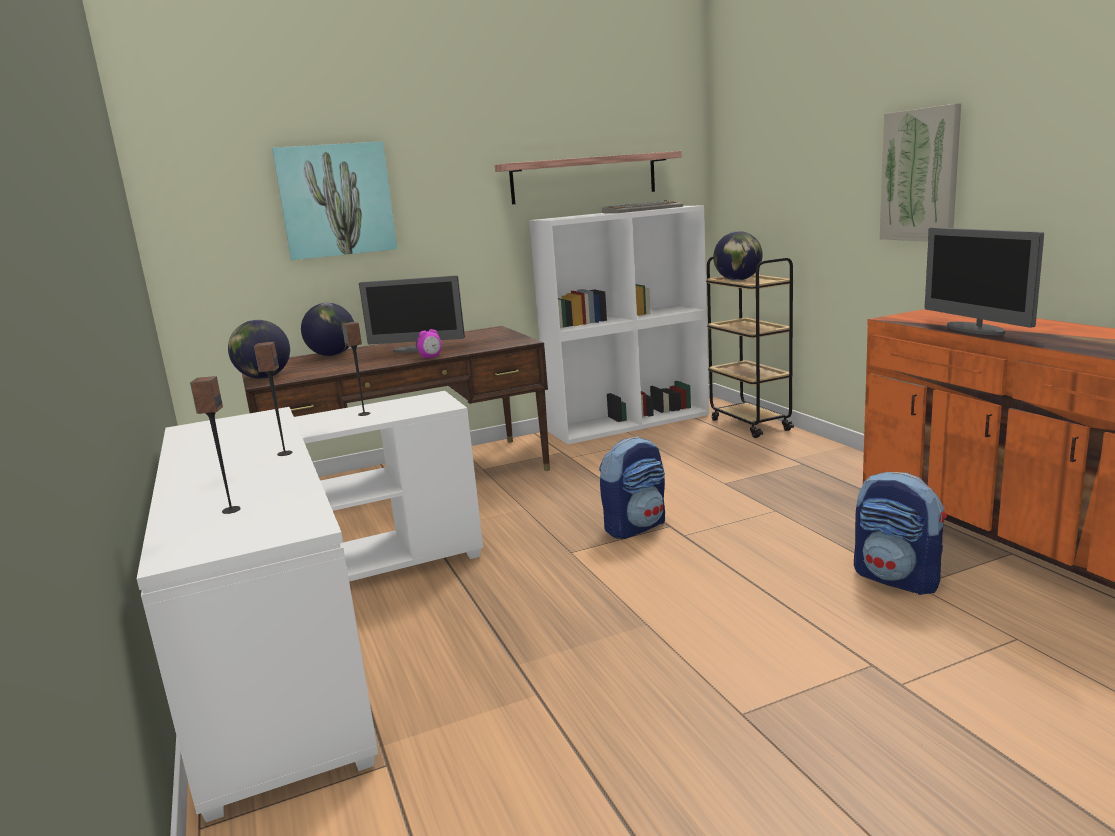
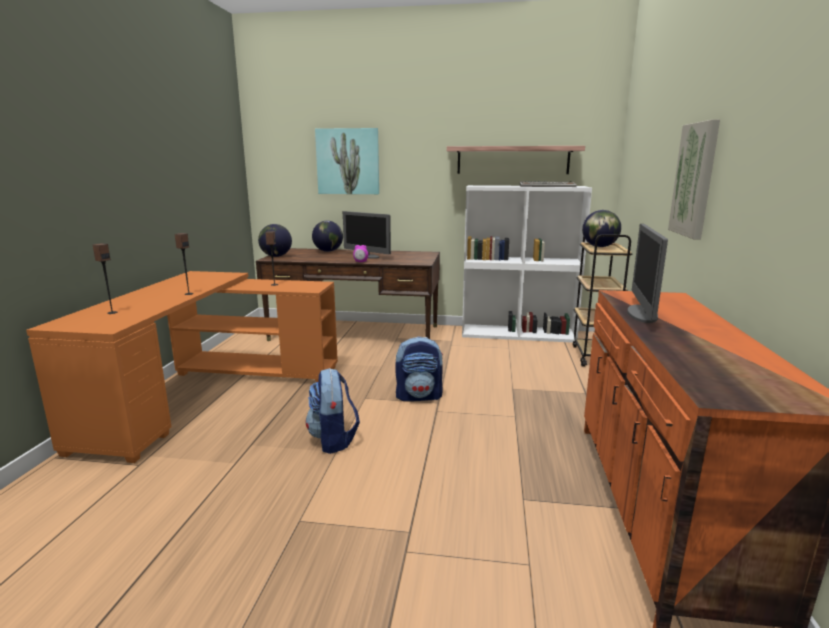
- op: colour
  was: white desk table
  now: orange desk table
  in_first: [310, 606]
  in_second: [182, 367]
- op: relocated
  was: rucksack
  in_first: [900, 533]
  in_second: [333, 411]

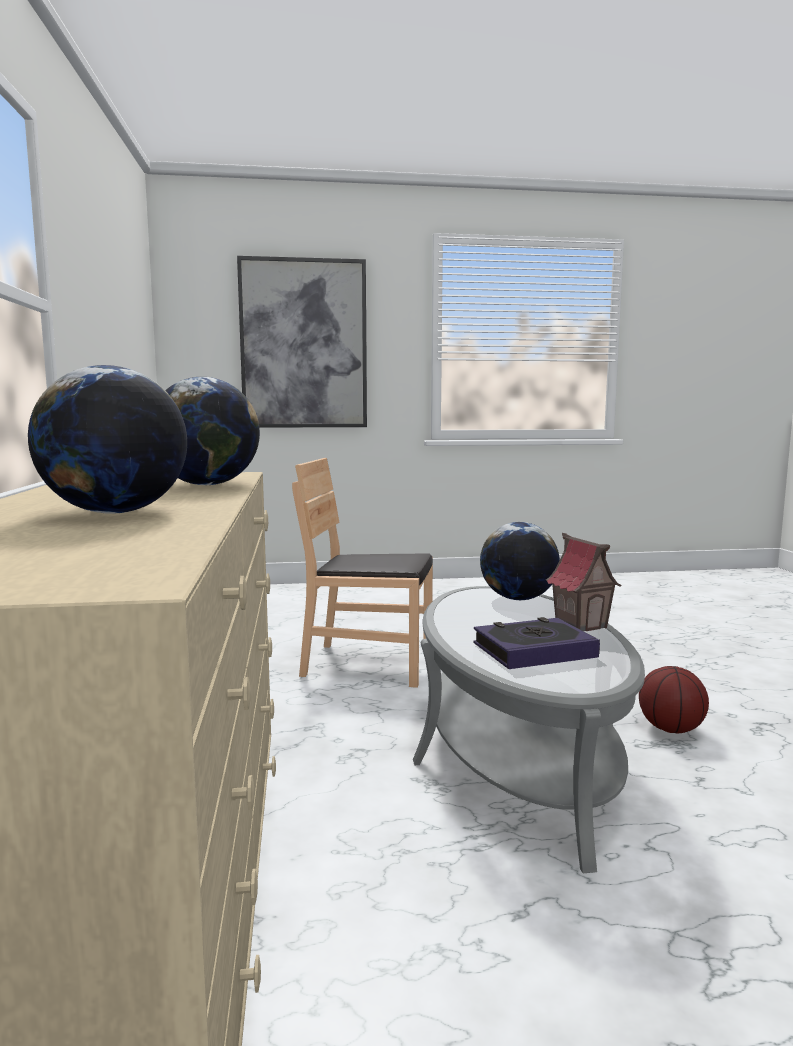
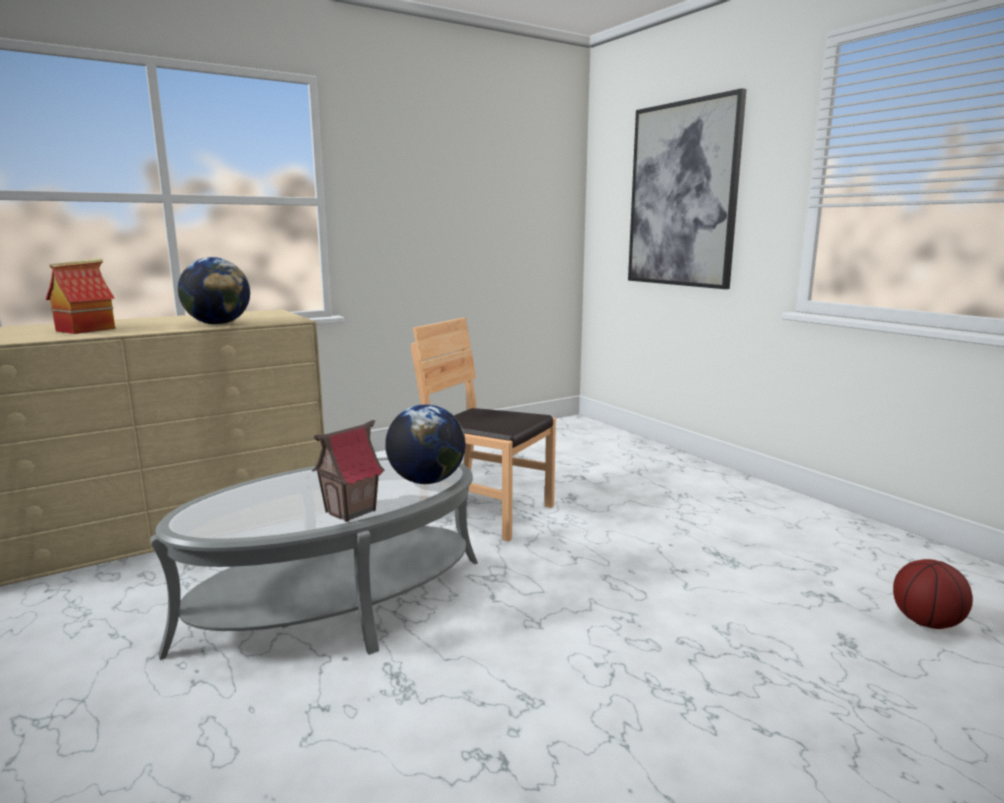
- op: exchanged
  was: world globe
  now: toy house
  in_first: [107, 439]
  in_second: [80, 296]
- op: spun
  was: brown-coloured plain chair
  in_first: [362, 573]
  in_second: [483, 429]
  clockwise: -45
- op: missing
  was: volume
  in_first: [536, 643]
- op: relocated
  was: basketball
  in_first: [674, 699]
  in_second: [933, 594]

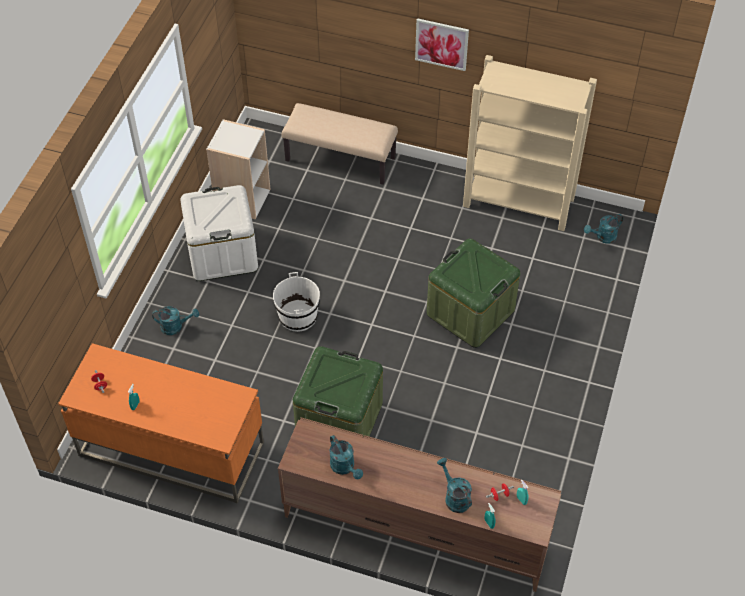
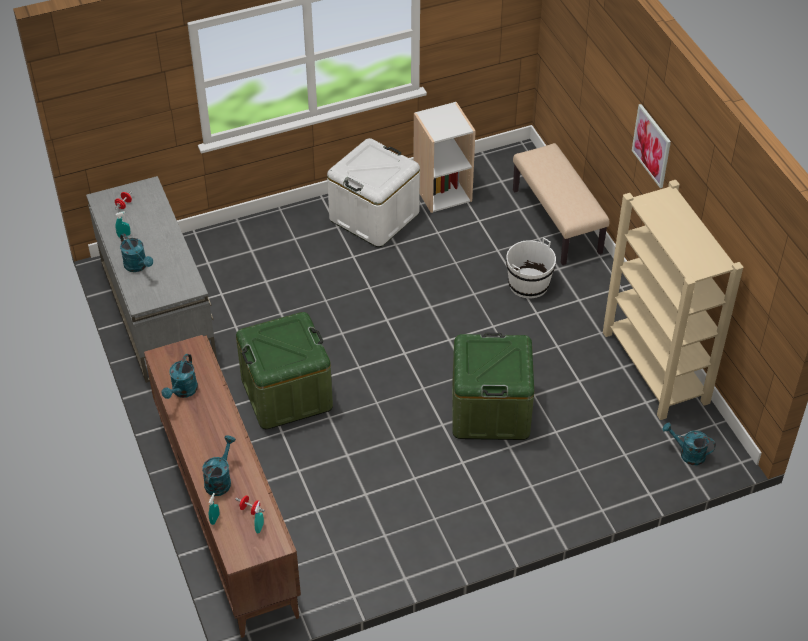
- op: relocated
  was: white pail
  in_first: [296, 302]
  in_second: [531, 268]
- op: relocated
  was: turquoise-coloured watering pot
  in_first: [175, 320]
  in_second: [136, 252]
- op: colour
  was: orange desk table
  now: grey desk table
  in_first: [161, 423]
  in_second: [151, 279]

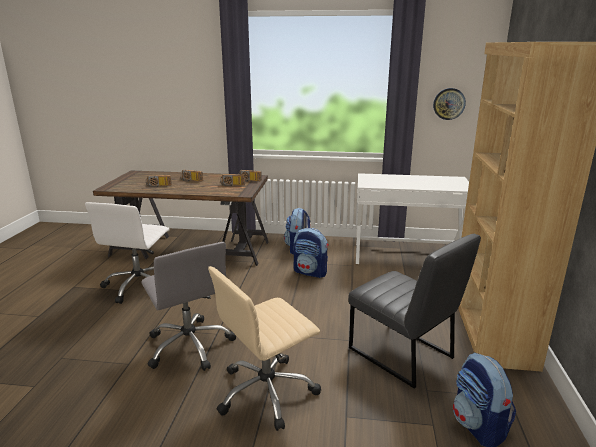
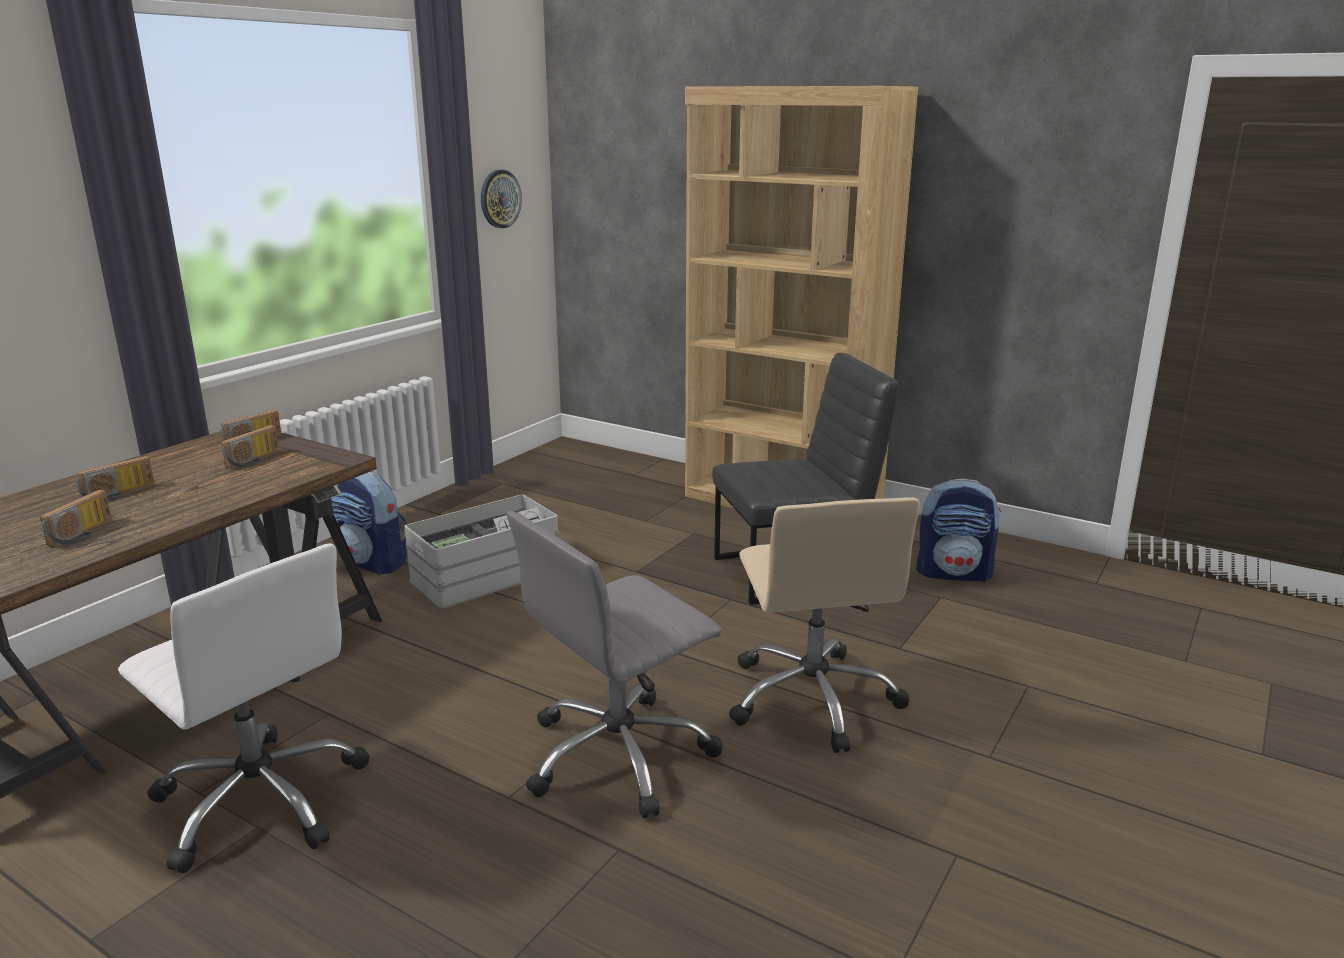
- op: missing
  was: white desk table
  in_first: [412, 218]
- op: exchanged
  was: rucksack
  now: grey storage bin
  in_first: [311, 253]
  in_second: [481, 552]
- op: spun
  was: grey desk chair
  in_first: [188, 306]
  in_second: [615, 664]
  clockwise: 150

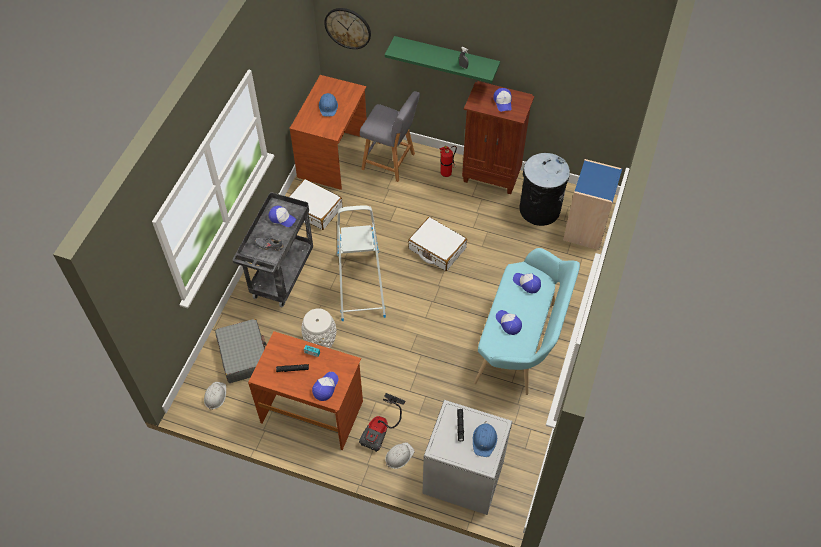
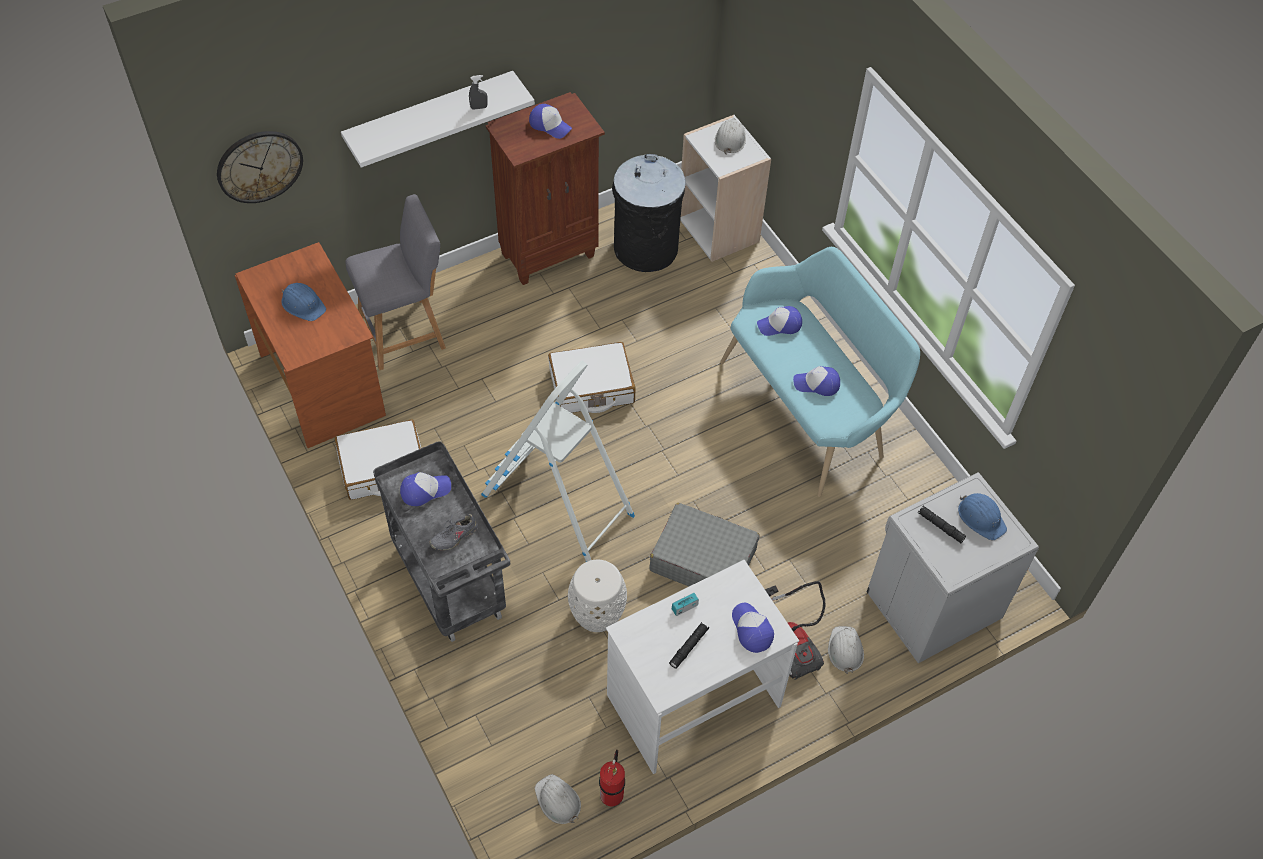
- op: colour
  was: green shelf
  now: white shelf
  in_first: [442, 59]
  in_second: [438, 119]
- op: relocated
  was: extinguisher
  in_first: [448, 161]
  in_second: [612, 778]
- op: colour
  was: bluish bookshelf
  now: white bookshelf
  in_first: [592, 204]
  in_second: [725, 188]
- op: relocated
  was: grey piece of luggage
  in_first: [241, 351]
  in_second: [704, 544]
- op: colour
  was: brown-coloured desk table
  now: white desk table
  in_first: [305, 390]
  in_second: [702, 667]
- op: appeared
  now: white hard hat
  in_second: [730, 136]

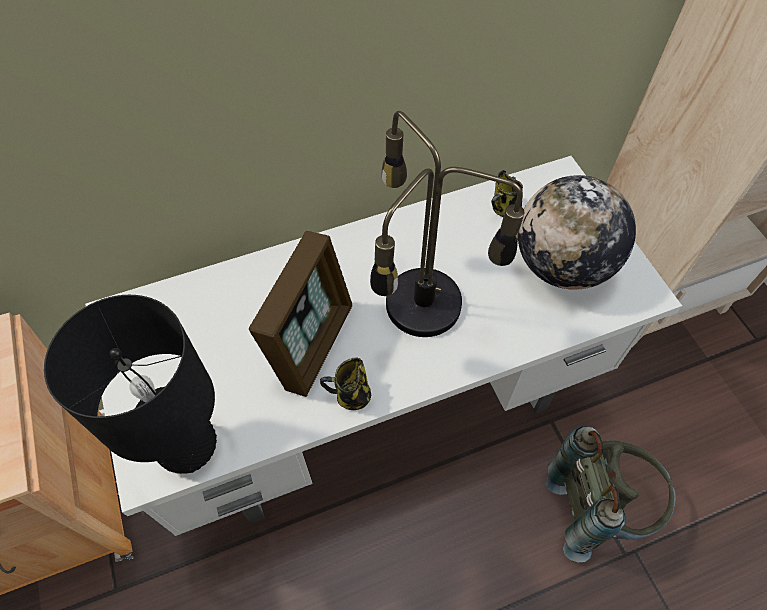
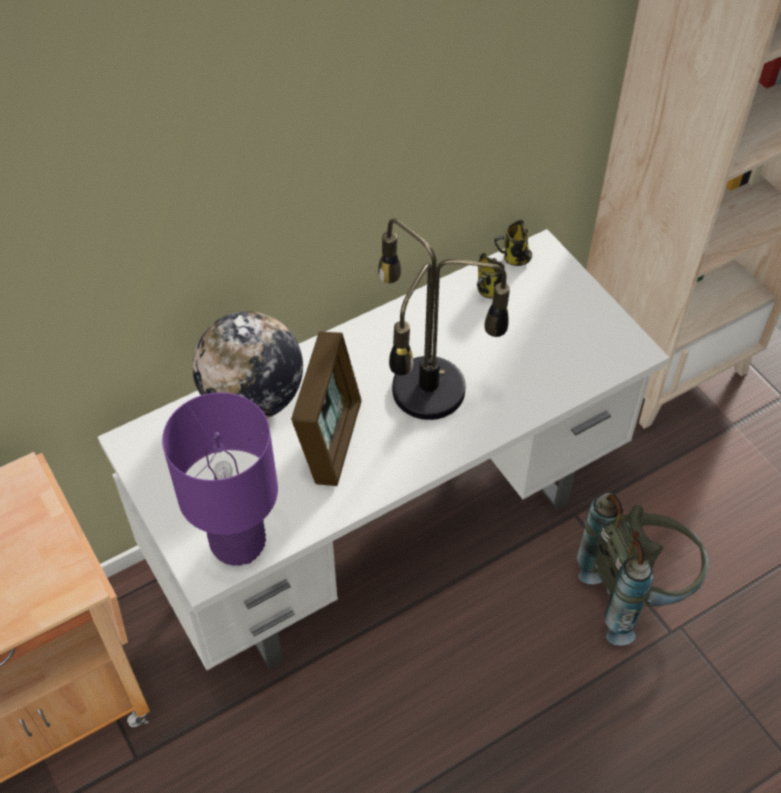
- op: relocated
  was: world globe
  in_first: [577, 232]
  in_second: [247, 364]
- op: colour
  was: black-coloured lamp for a table
  now: purple lamp for a table
  in_first: [130, 384]
  in_second: [220, 479]
- op: relocated
  was: mug
  in_first: [345, 383]
  in_second: [513, 243]

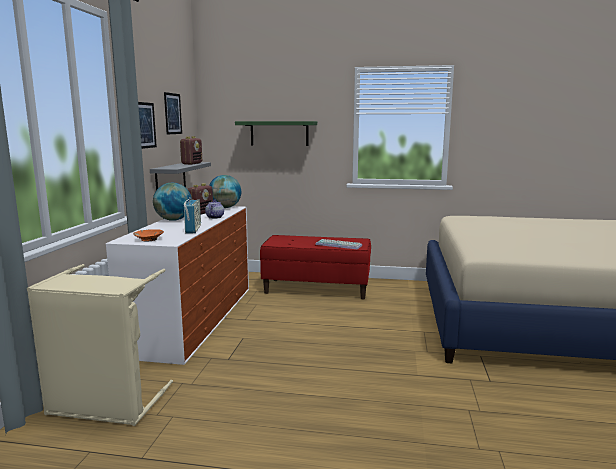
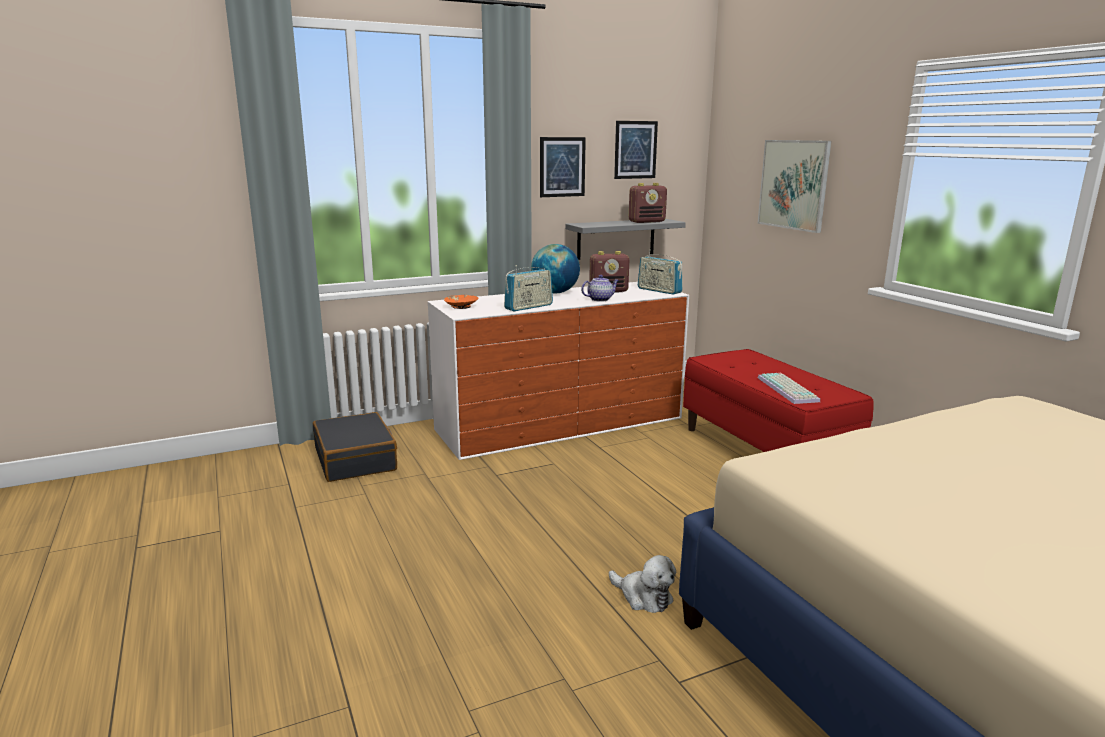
- op: exchanged
  was: green shelf
  now: wall picture
  in_first: [276, 133]
  in_second: [794, 186]
- op: exchanged
  was: world globe
  now: radio
  in_first: [225, 191]
  in_second: [660, 272]
- op: exchanged
  was: beige laundry basket
  now: black-coloured piece of luggage
  in_first: [100, 345]
  in_second: [355, 447]
- op: appeared
  now: plush toy
  in_second: [642, 584]

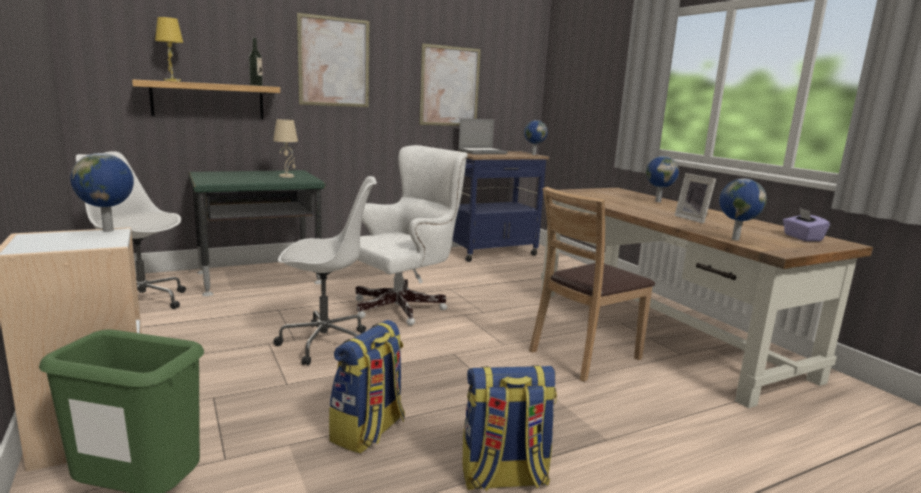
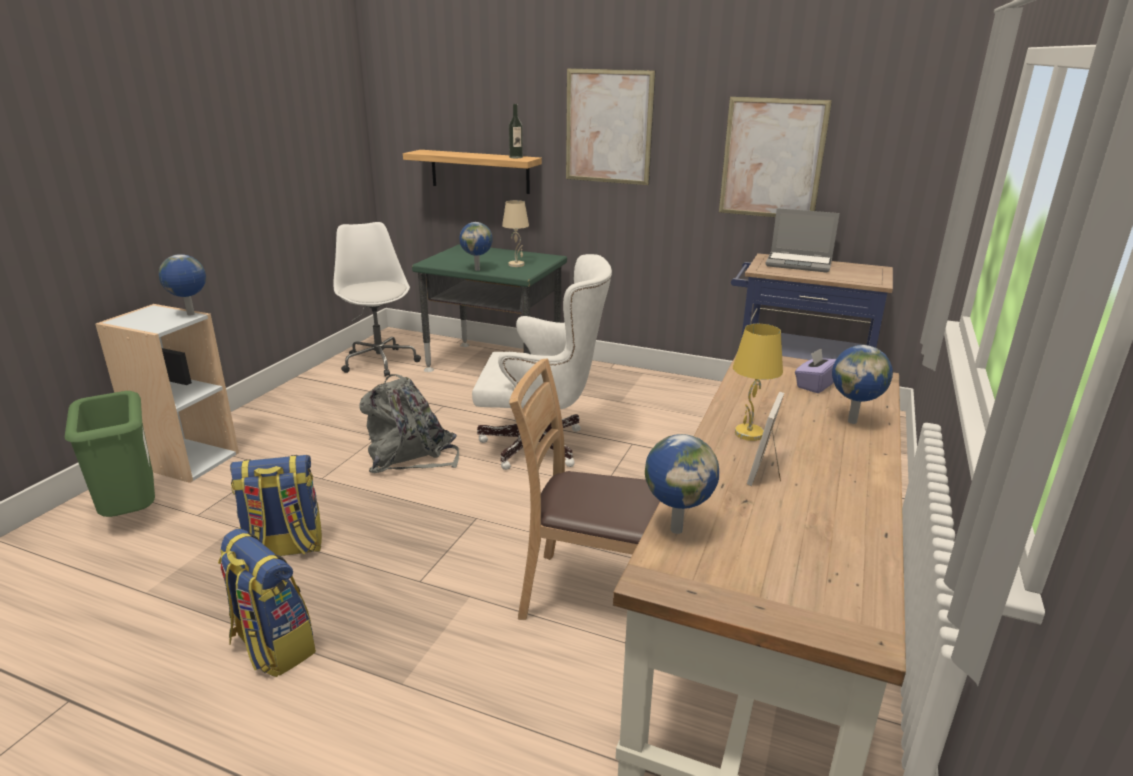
- op: relocated
  was: yellow-coloured lamp for a table
  in_first: [169, 49]
  in_second: [758, 382]
- op: relocated
  was: world globe
  in_first: [536, 137]
  in_second: [476, 246]
- op: exchanged
  was: white desk chair
  now: grey rucksack
  in_first: [325, 270]
  in_second: [409, 423]
- op: relocated
  was: purple tissue box
  in_first: [806, 224]
  in_second: [815, 370]

